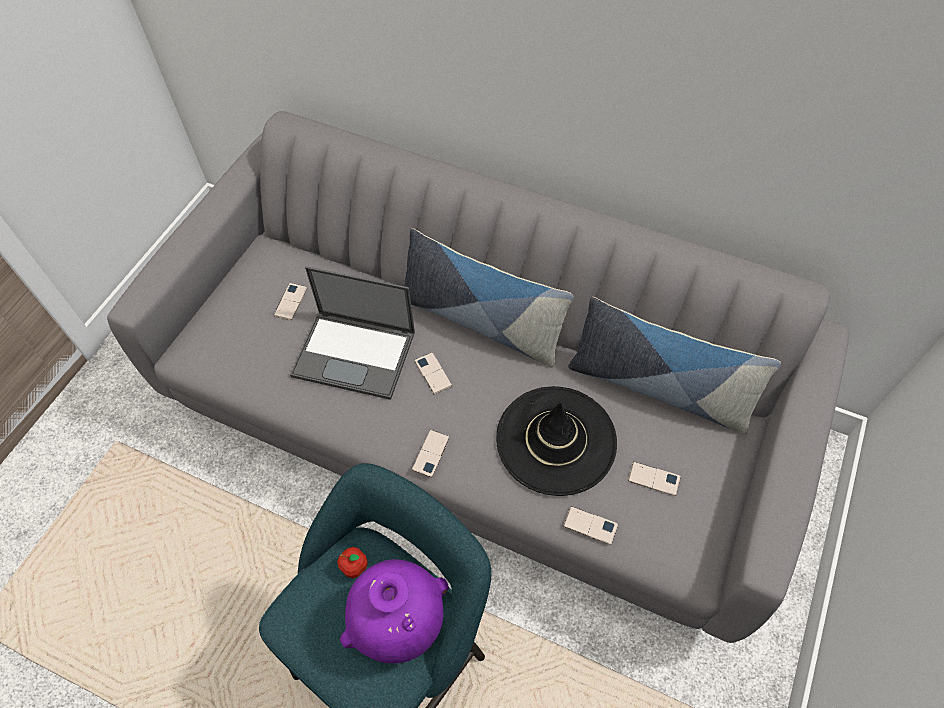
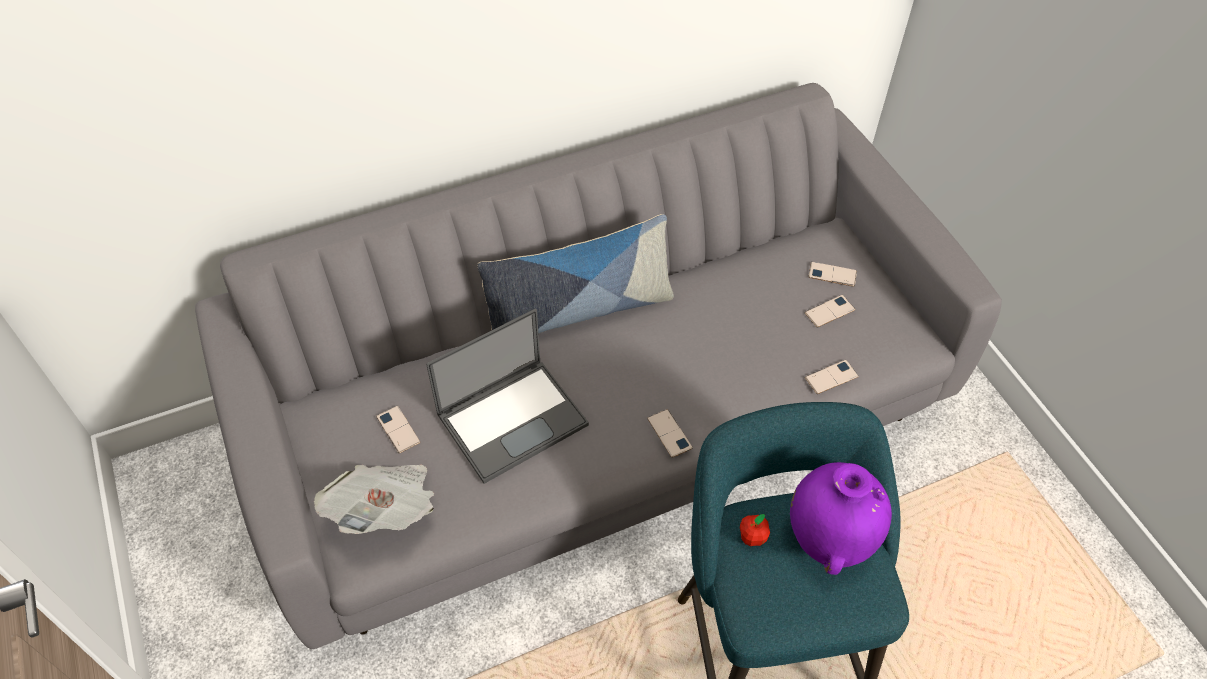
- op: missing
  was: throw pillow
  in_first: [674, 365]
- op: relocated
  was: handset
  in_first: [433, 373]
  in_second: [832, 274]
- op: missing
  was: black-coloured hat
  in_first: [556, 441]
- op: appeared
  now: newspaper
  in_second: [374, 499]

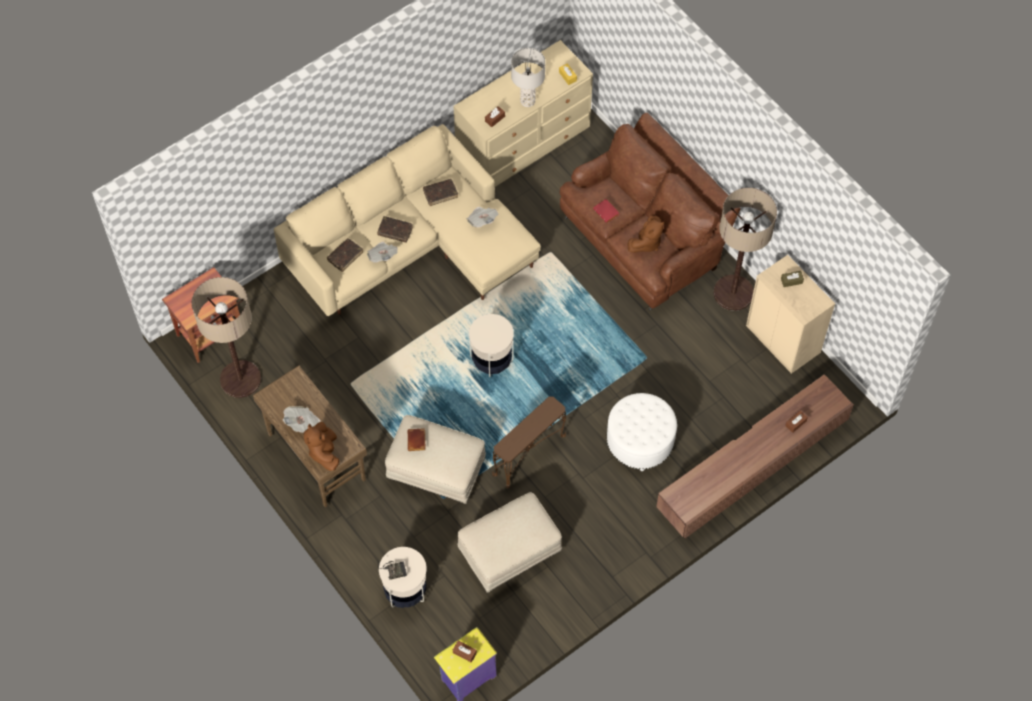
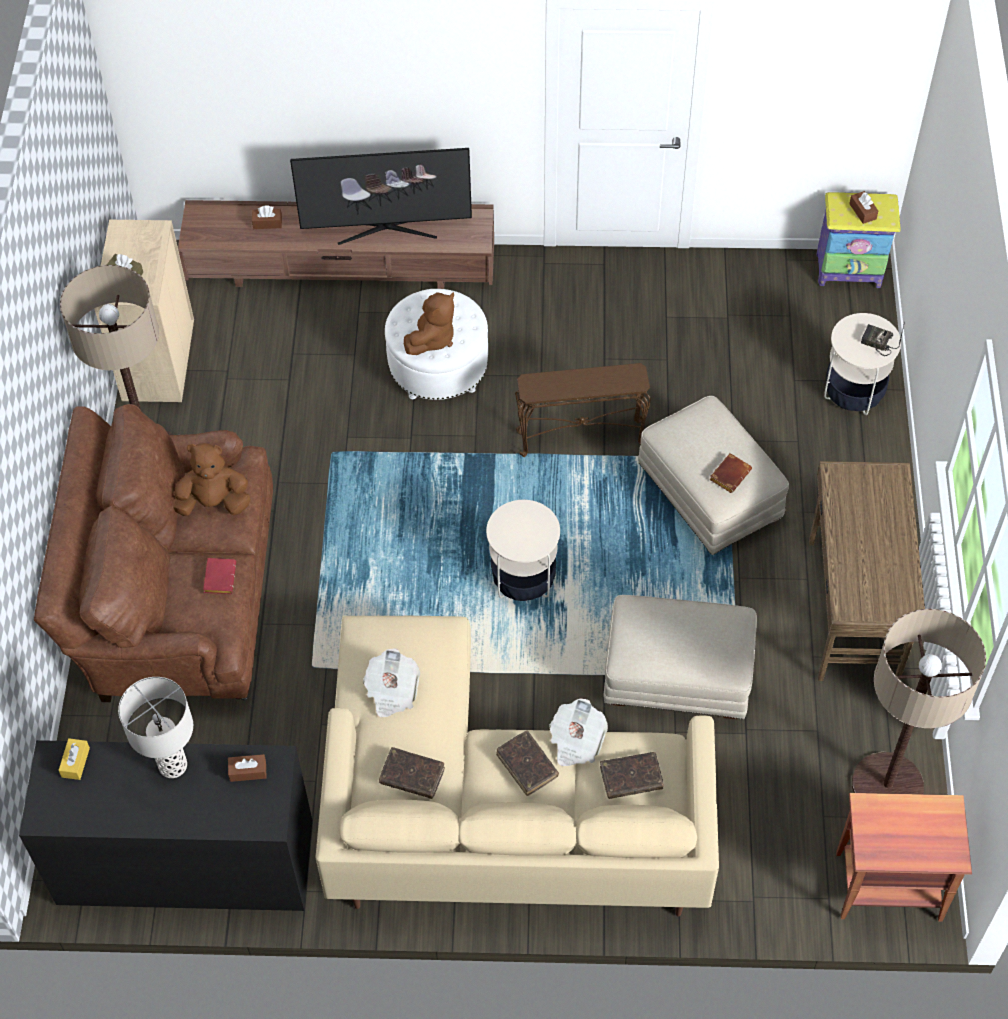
- op: colour
  was: beige chest of drawers
  now: black-coloured chest of drawers
  in_first: [523, 113]
  in_second: [165, 825]
- op: missing
  was: newspaper
  in_first: [302, 419]
- op: relocated
  was: brown-coloured plush toy
  in_first: [321, 446]
  in_second: [429, 323]
- op: relocated
  was: beige ottoman
  in_first: [509, 542]
  in_second: [680, 657]
- op: appeared
  now: TV
  in_second: [381, 196]

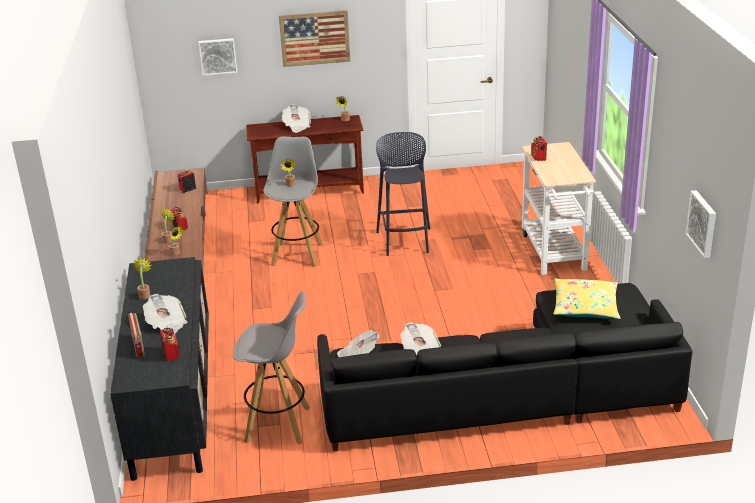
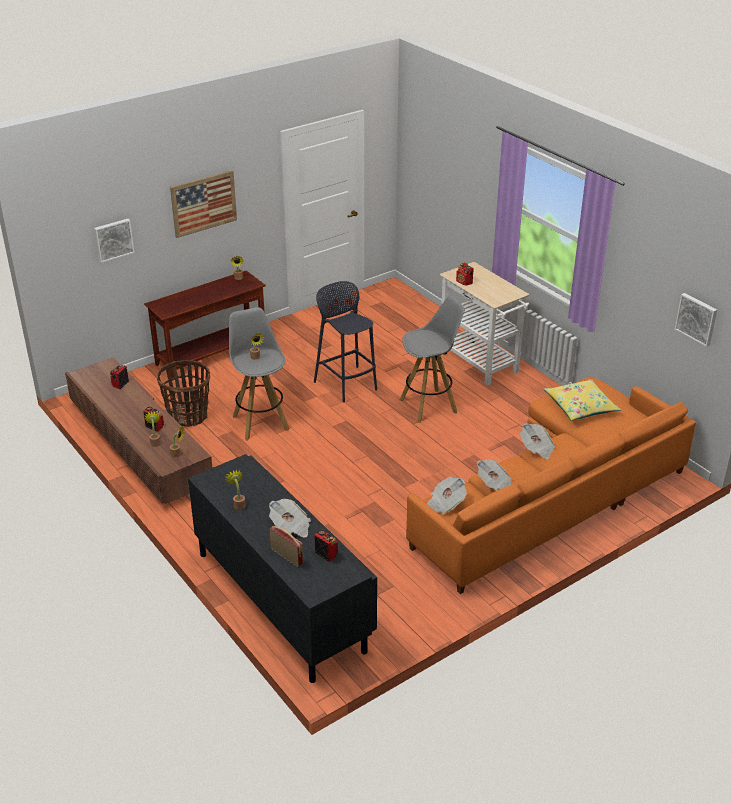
- op: relocated
  was: newspaper
  in_first: [296, 118]
  in_second: [537, 441]
- op: colour
  was: black-coloured settee
  now: orange settee
  in_first: [504, 367]
  in_second: [551, 485]
- op: relocated
  was: grey stool seat
  in_first: [271, 367]
  in_second: [432, 359]
- op: appeared
  now: household basket
  in_second: [183, 393]

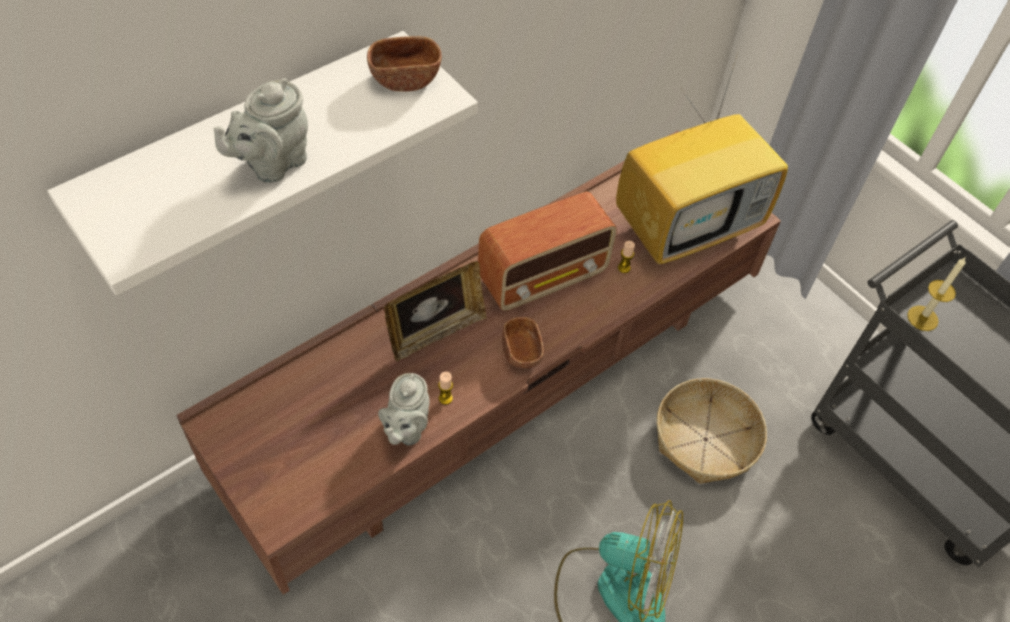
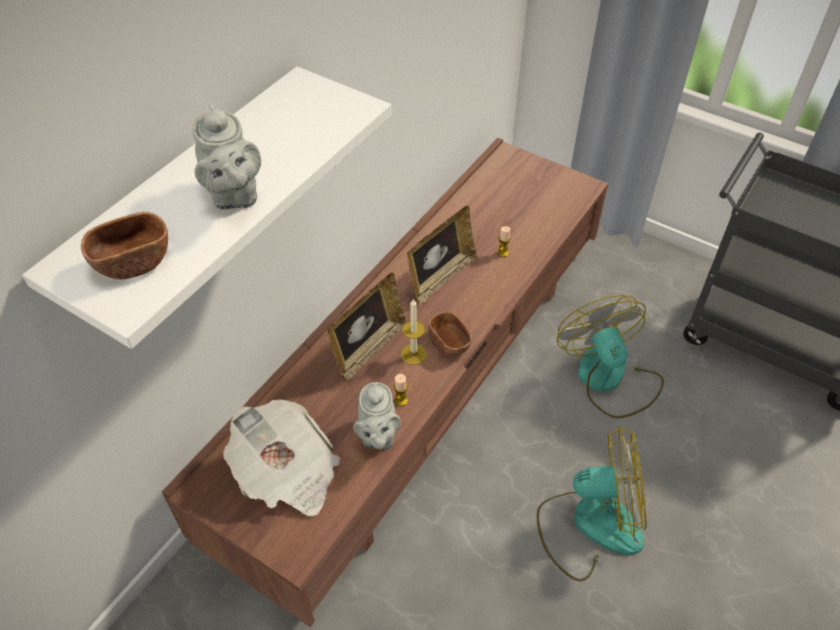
- op: relocated
  was: brown-coloured serving bowl
  in_first: [404, 64]
  in_second: [124, 245]
- op: missing
  was: TV
  in_first: [702, 158]
- op: spun
  was: grey teapot
  in_first: [261, 130]
  in_second: [226, 157]
  clockwise: -45
- op: exchanged
  was: radio
  now: picture frame
  in_first: [547, 251]
  in_second: [442, 256]
- op: relocated
  was: candle
  in_first: [936, 294]
  in_second: [414, 331]
- op: exchanged
  was: household basket
  now: cooling fan
  in_first: [712, 431]
  in_second: [610, 356]
- op: appeared
  now: newspaper
  in_second: [281, 458]

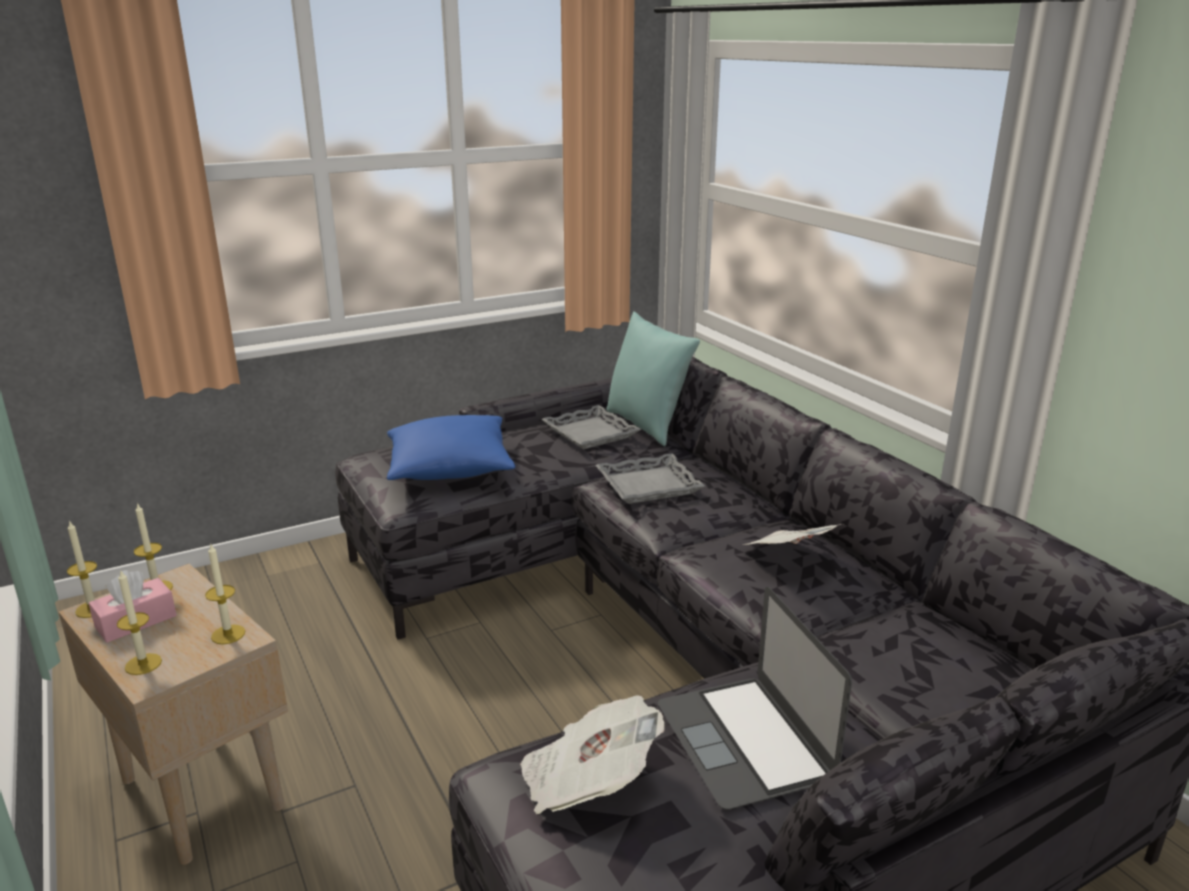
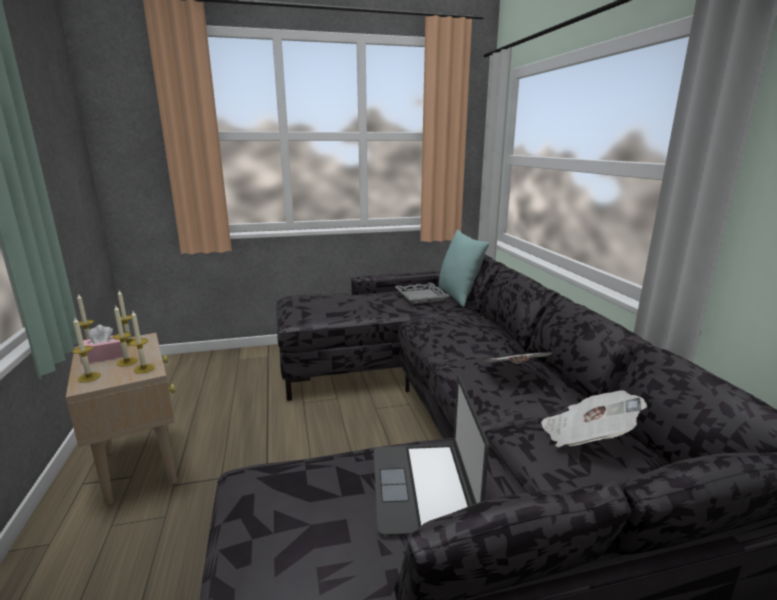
- op: missing
  was: bluish throw pillow
  in_first: [451, 447]
- op: missing
  was: grey serving tray
  in_first: [650, 478]
- op: relocated
  was: newspaper
  in_first: [592, 754]
  in_second: [594, 418]
- op: appeared
  now: candle
  in_second: [125, 336]

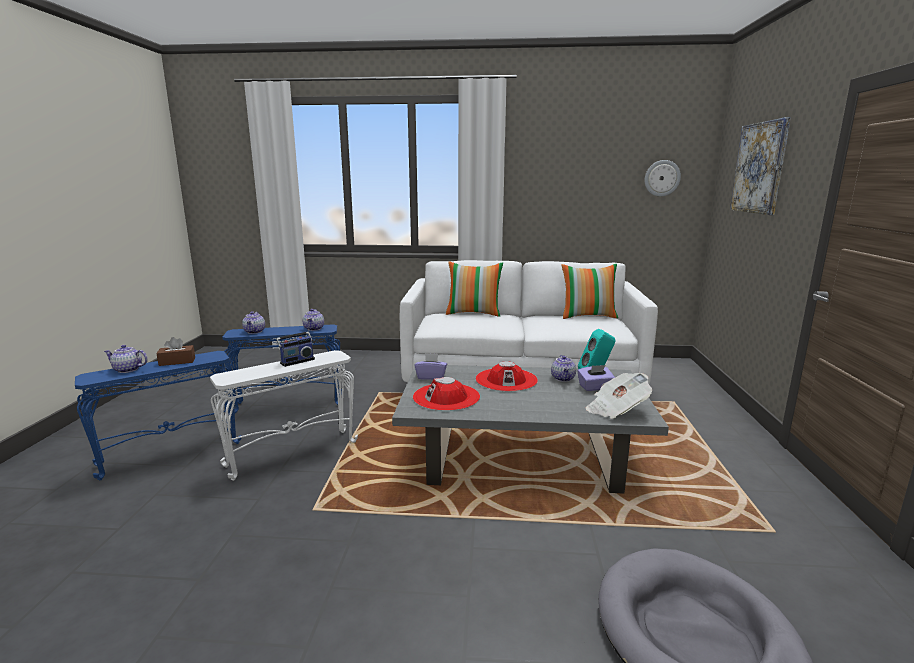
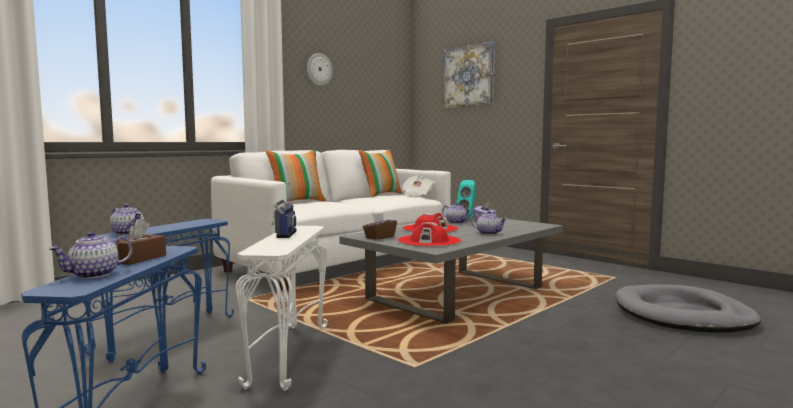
- op: relocated
  was: wall clock
  in_first: [663, 178]
  in_second: [320, 69]
- op: relocated
  was: teapot
  in_first: [313, 320]
  in_second: [489, 223]
- op: colour
  was: purple tissue box
  now: brown-coloured tissue box
  in_first: [430, 366]
  in_second: [380, 226]
- op: relocated
  was: newspaper
  in_first: [619, 396]
  in_second: [418, 186]

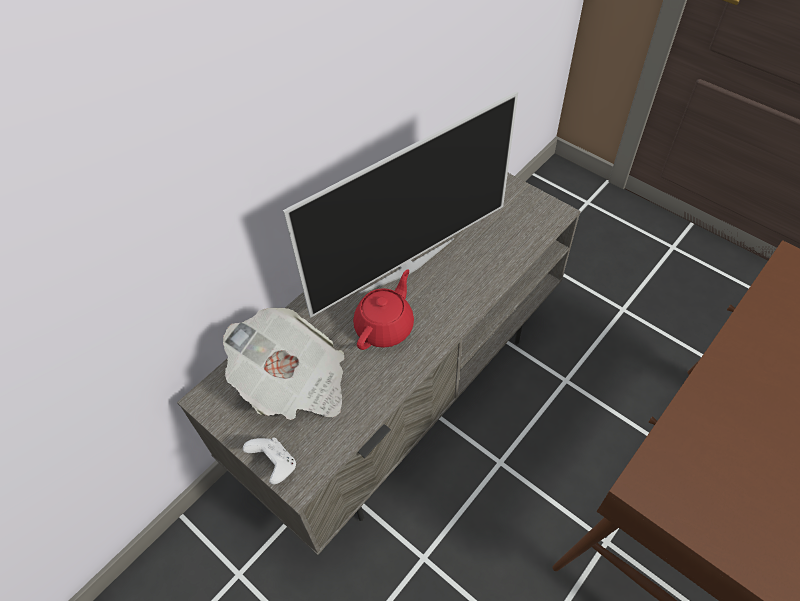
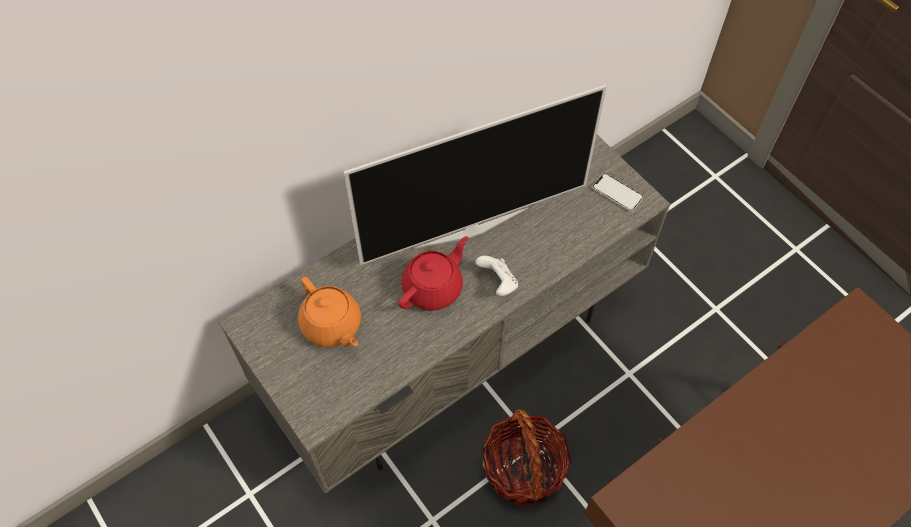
- op: exchanged
  was: newspaper
  now: orange teapot
  in_first: [283, 363]
  in_second: [329, 311]
- op: relocated
  was: white gamepad
  in_first: [269, 461]
  in_second: [496, 276]
- op: appeared
  now: handset
  in_second: [618, 192]
- op: appeared
  now: household basket
  in_second: [526, 457]

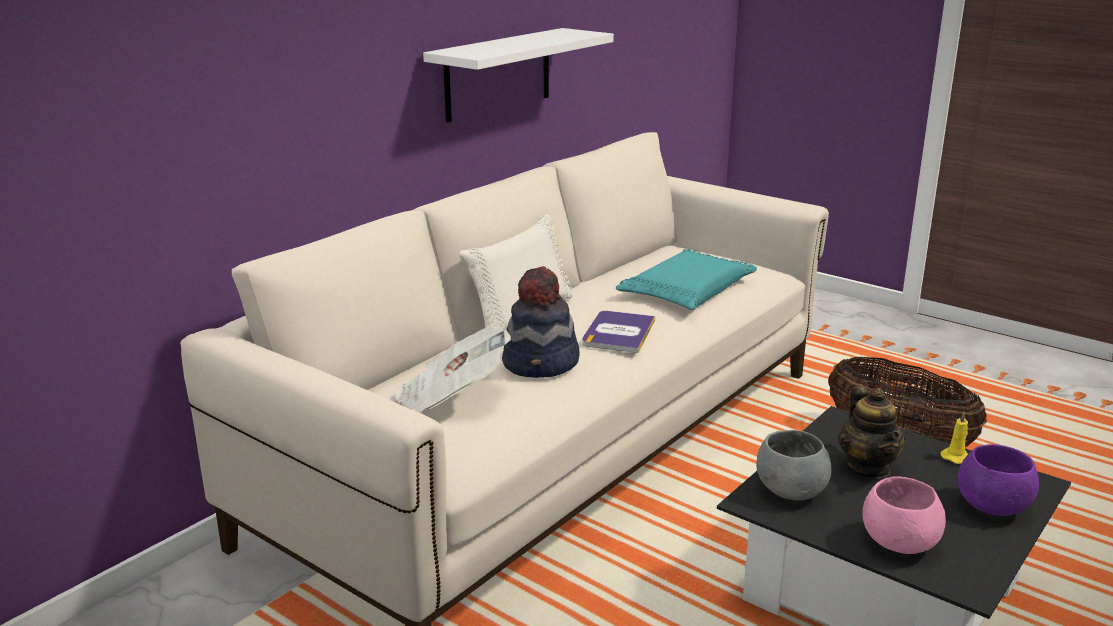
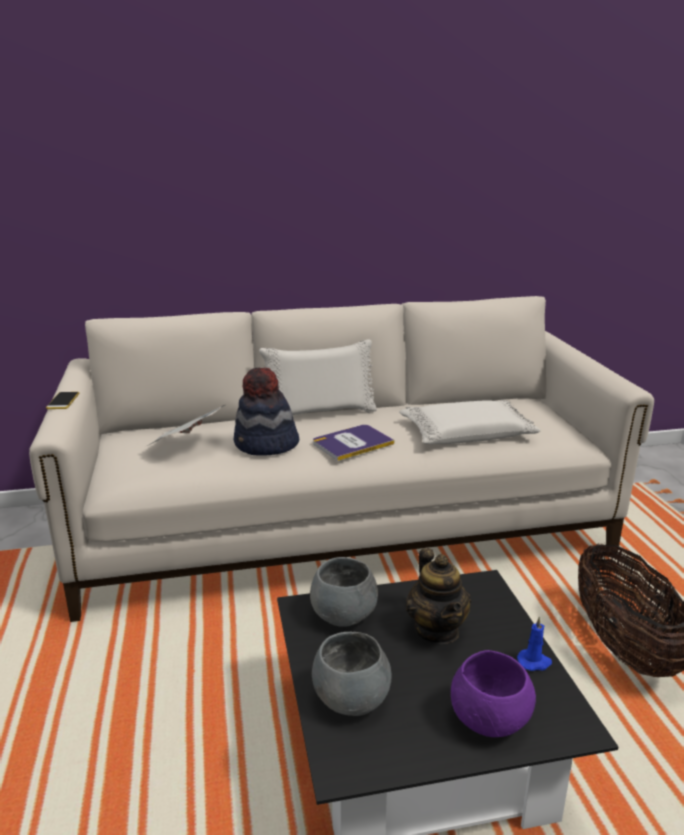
- op: missing
  was: white shelf
  in_first: [518, 75]
- op: colour
  was: turquoise-coloured throw pillow
  now: white throw pillow
  in_first: [686, 279]
  in_second: [470, 421]
- op: spun
  was: teapot
  in_first: [871, 432]
  in_second: [438, 596]
  clockwise: -45
- op: colour
  was: yellow-coloured candle
  now: bluish candle
  in_first: [954, 438]
  in_second: [534, 643]
- op: colour
  was: pinkish serving bowl
  now: grey serving bowl
  in_first: [904, 515]
  in_second: [351, 674]
- op: appeared
  now: handset
  in_second: [62, 400]

